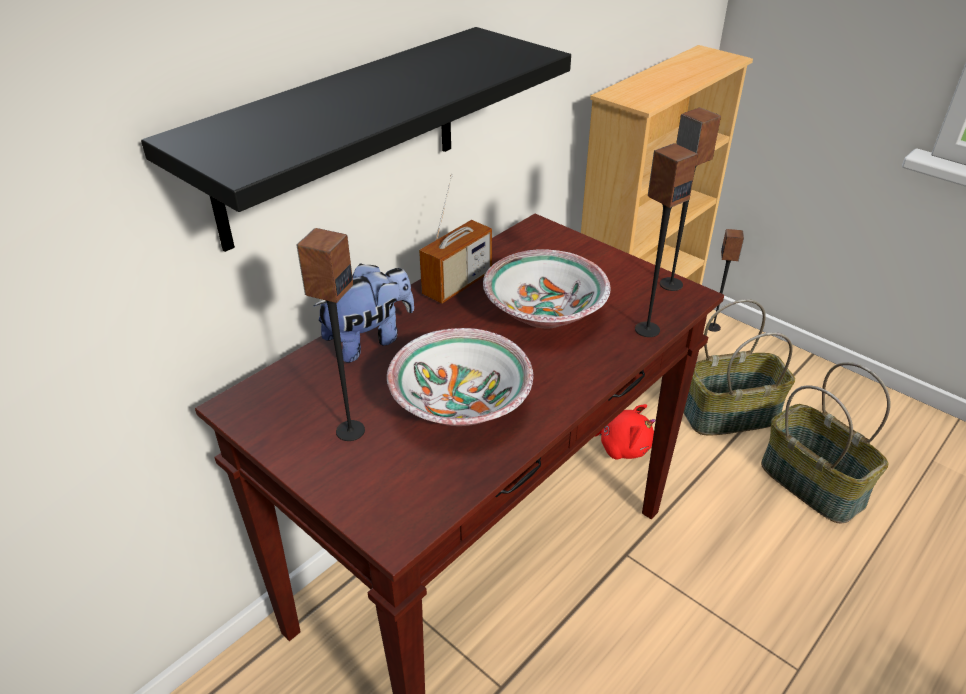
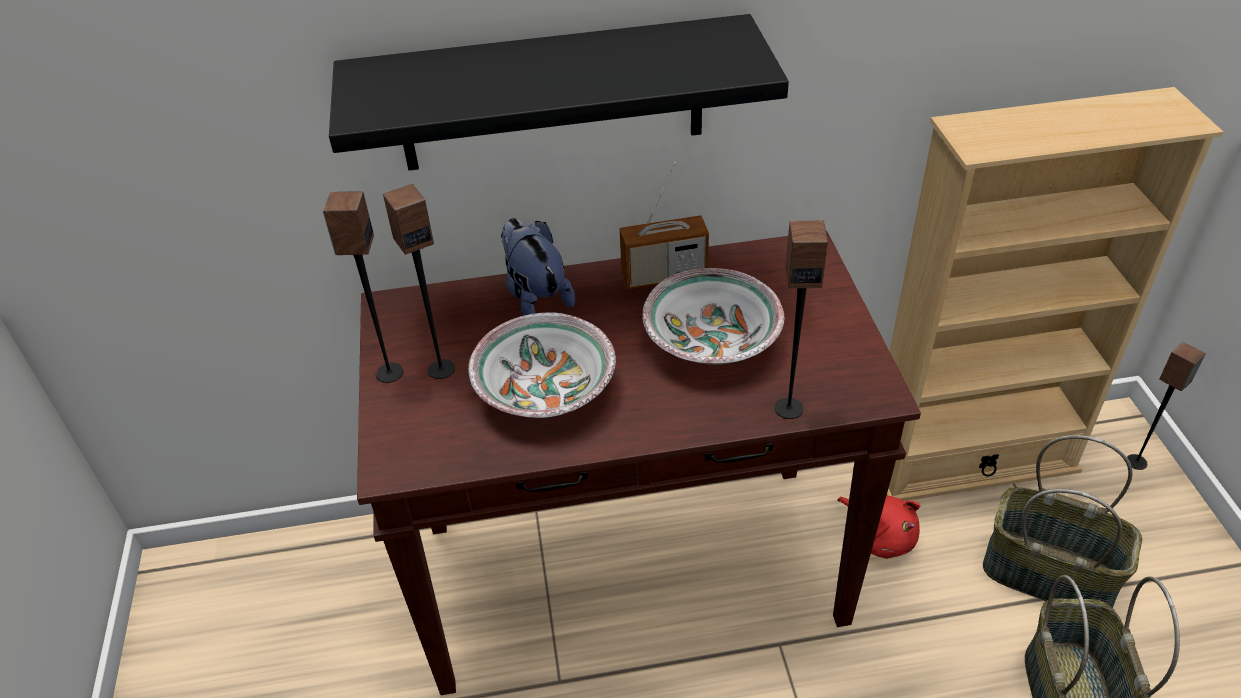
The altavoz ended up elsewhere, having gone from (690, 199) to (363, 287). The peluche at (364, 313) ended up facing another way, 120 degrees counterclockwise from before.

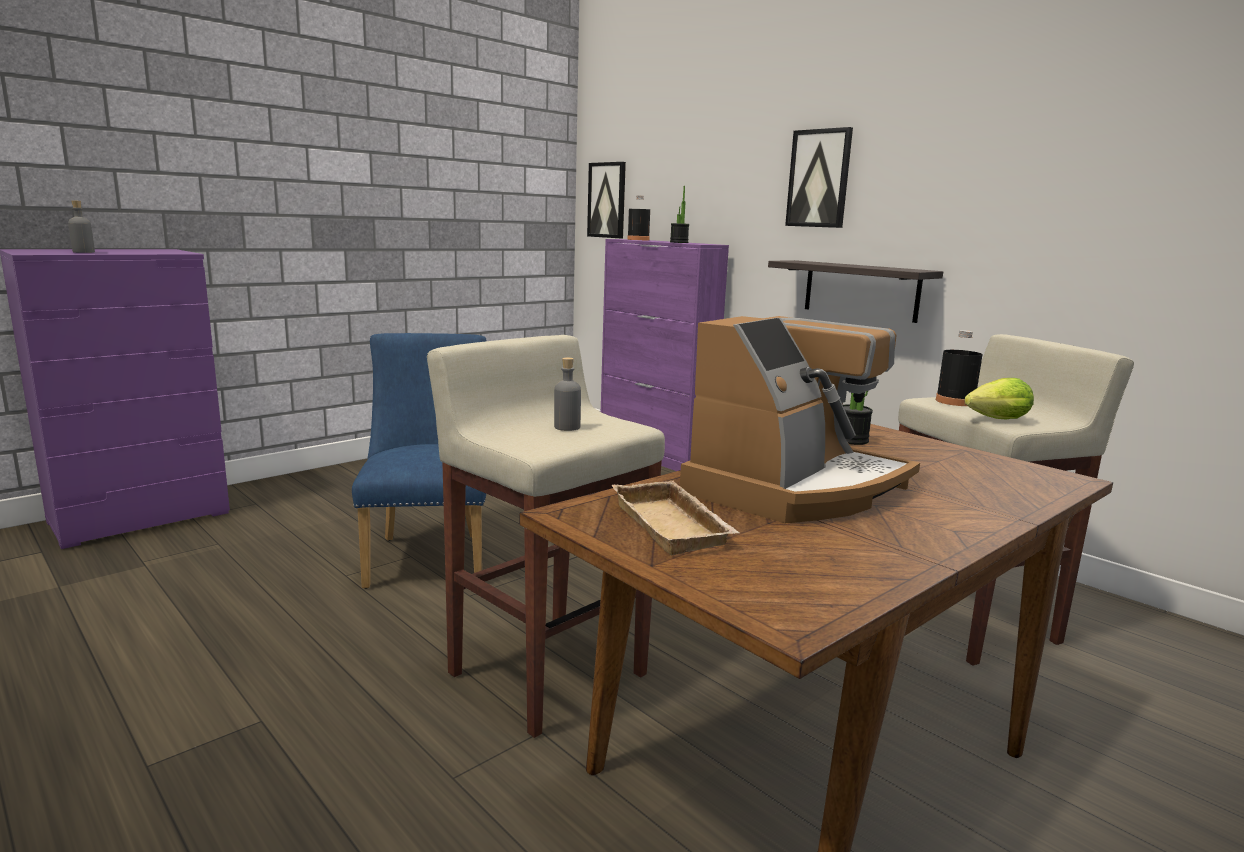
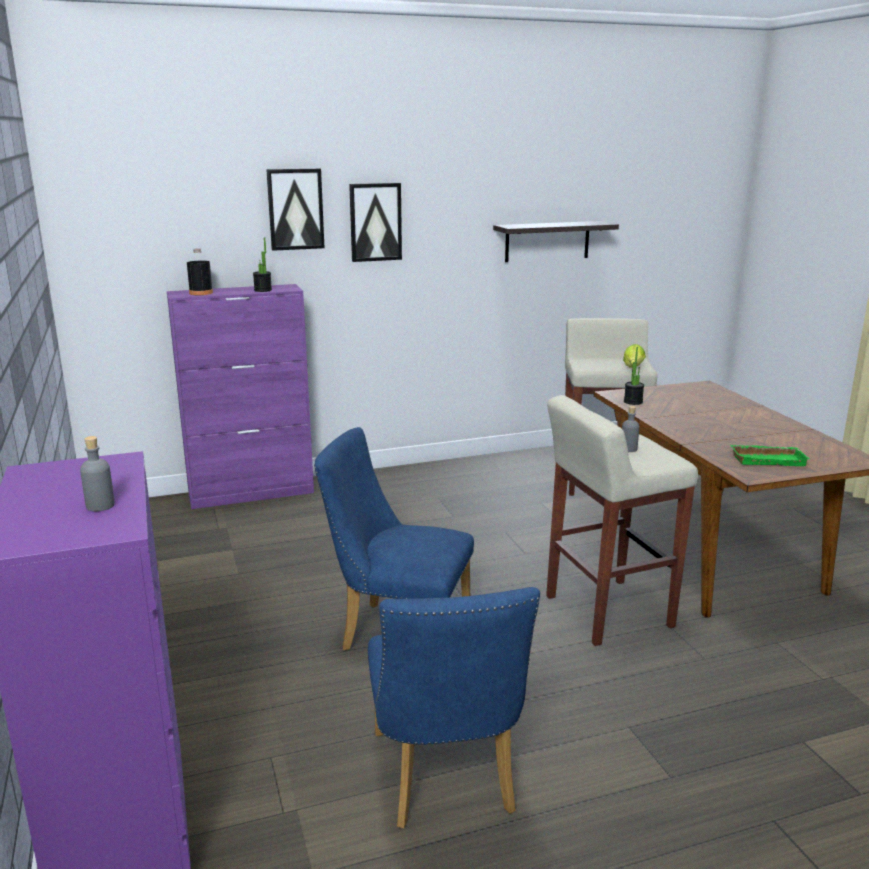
The second view lost the cafetera at (800, 419). The second view lost the botella [negro] at (959, 368). The second view gained the silla [azul] at (454, 707). The cuadro ended up elsewhere, having gone from (606, 200) to (295, 210). The estante ended up elsewhere, having gone from (855, 291) to (556, 241). What was the bandeja [beis] at (676, 518) turned into the bandeja [verde] at (770, 455).

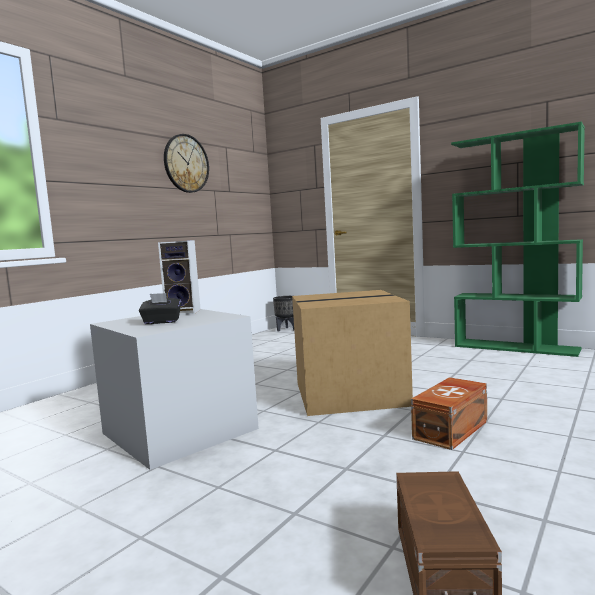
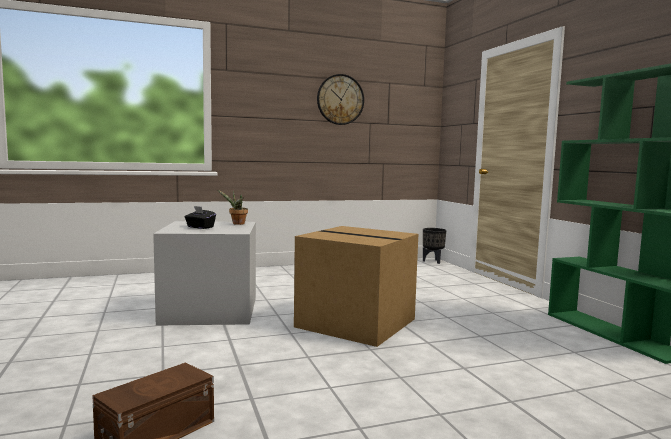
The second view lost the caja de almacenaje [marrón] at (449, 413). Where the altavoz stood at (179, 277), the planta en maceta came to stand at (232, 207).

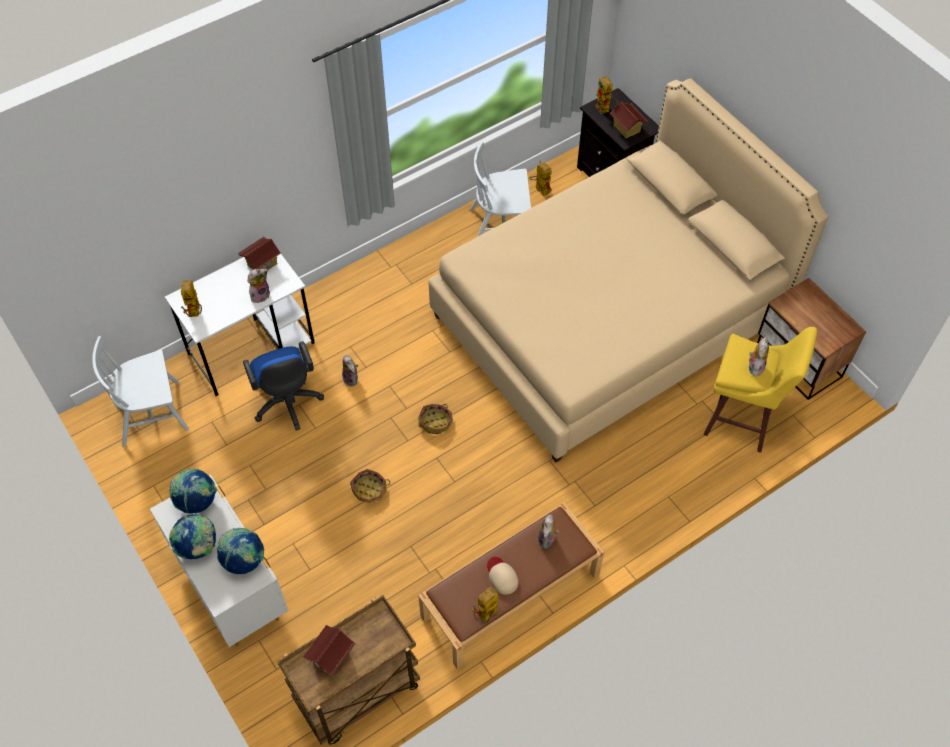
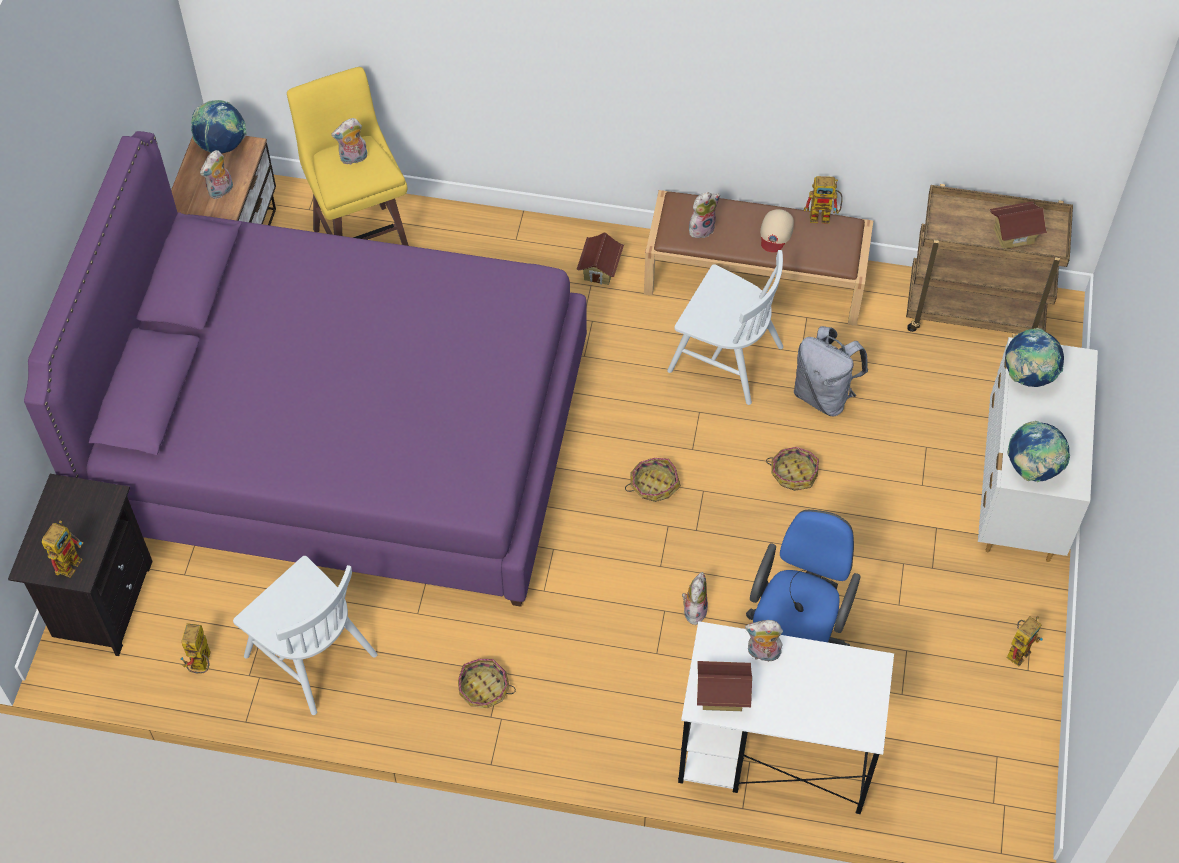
The second view gained the peluche at (216, 174). The second view gained the cesta at (487, 683). The second view gained the mochila [gris] at (831, 371). The silla [blanco] ended up elsewhere, having gone from (140, 391) to (725, 327). The globo terráqueo ended up elsewhere, having gone from (192, 536) to (219, 127). The robot de juguete ended up elsewhere, having gone from (191, 298) to (1025, 641). The casita ended up elsewhere, having gone from (629, 120) to (600, 259). What was the cama [beis] at (628, 270) turned into the cama [morado] at (305, 369).

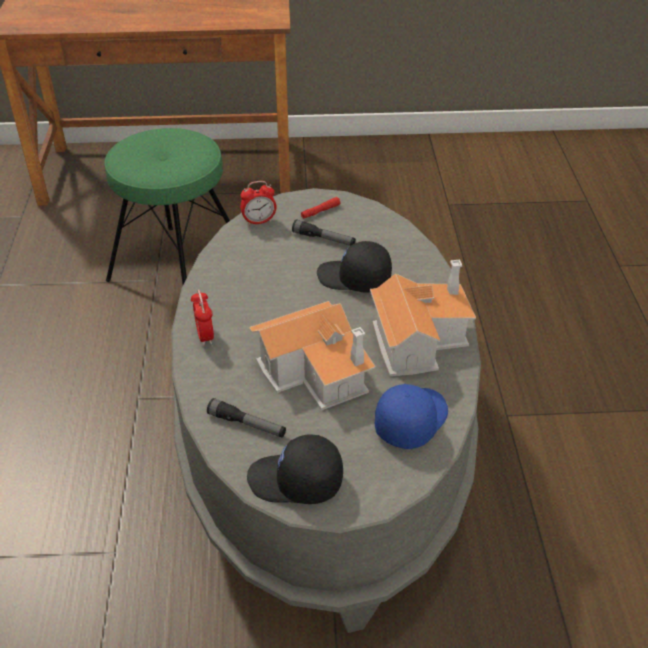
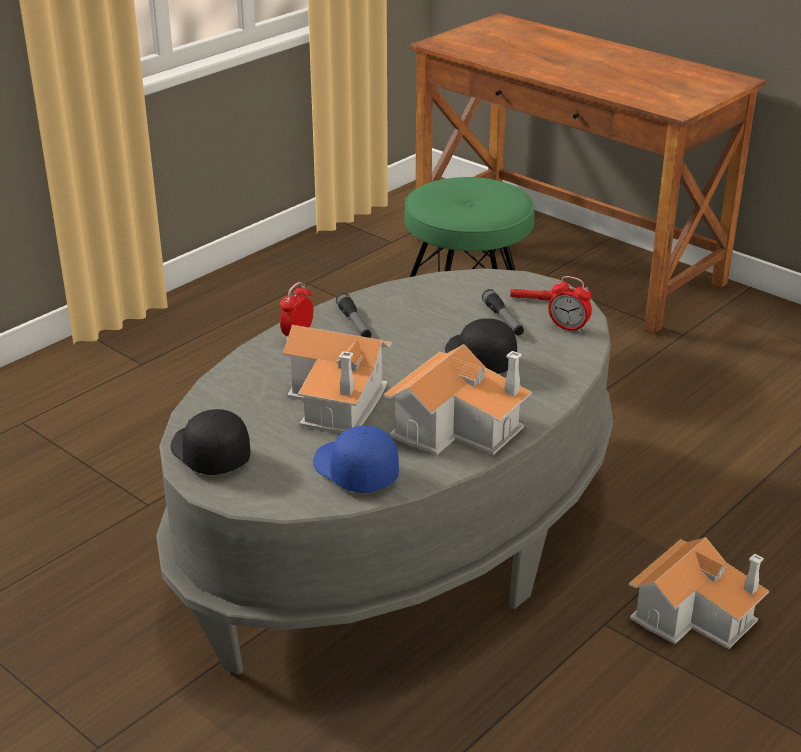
The second view gained the casita at (699, 593). The linterna ended up elsewhere, having gone from (246, 417) to (353, 315). The despertador ended up elsewhere, having gone from (258, 203) to (570, 304). The gorra [azul] at (411, 416) ended up facing another way, 120 degrees counterclockwise from before.

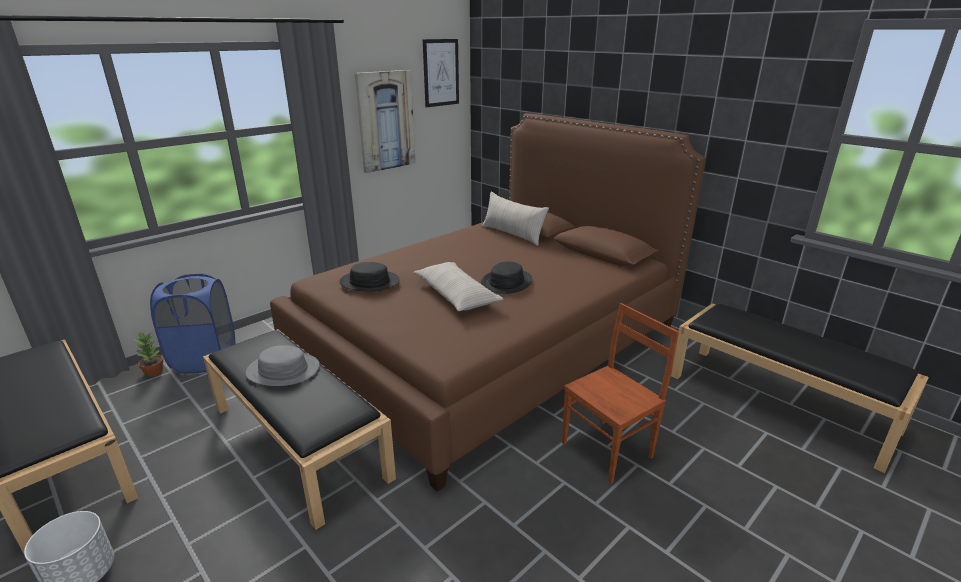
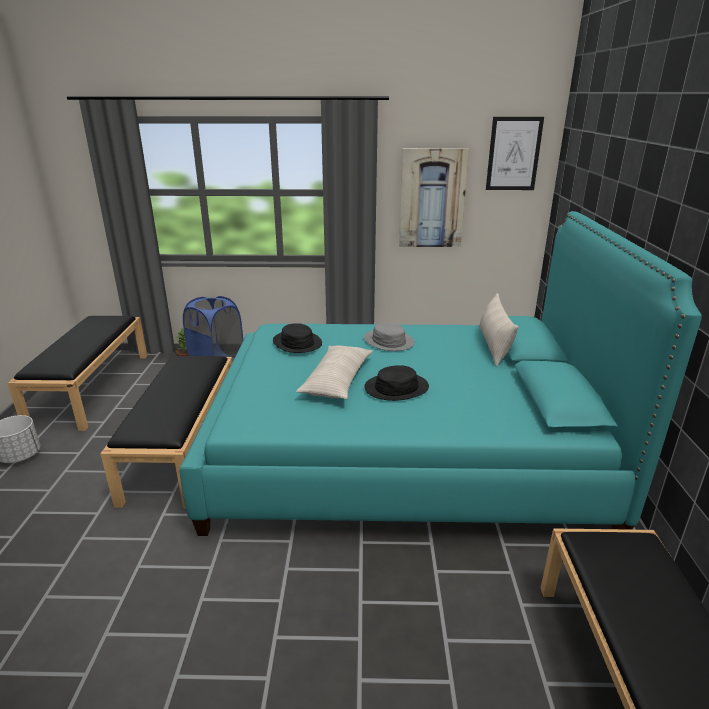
The second view lost the silla [marrón] at (620, 393). The sombrero [gris] ended up elsewhere, having gone from (282, 365) to (389, 336). What was the cama [marrón] at (488, 302) turned into the cama [turquesa] at (440, 373).

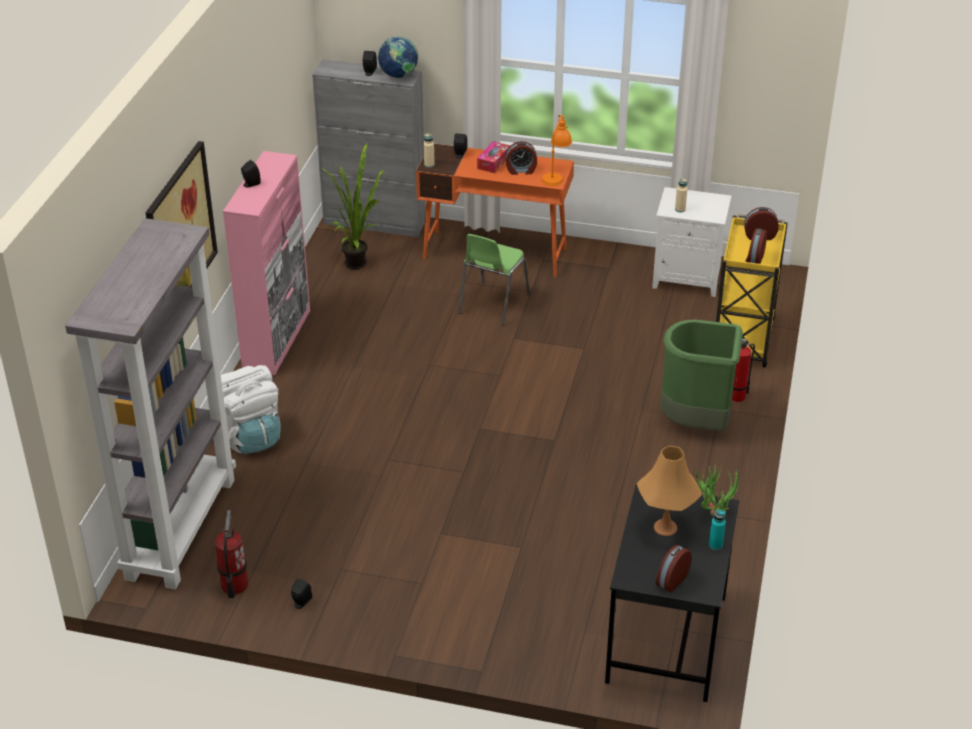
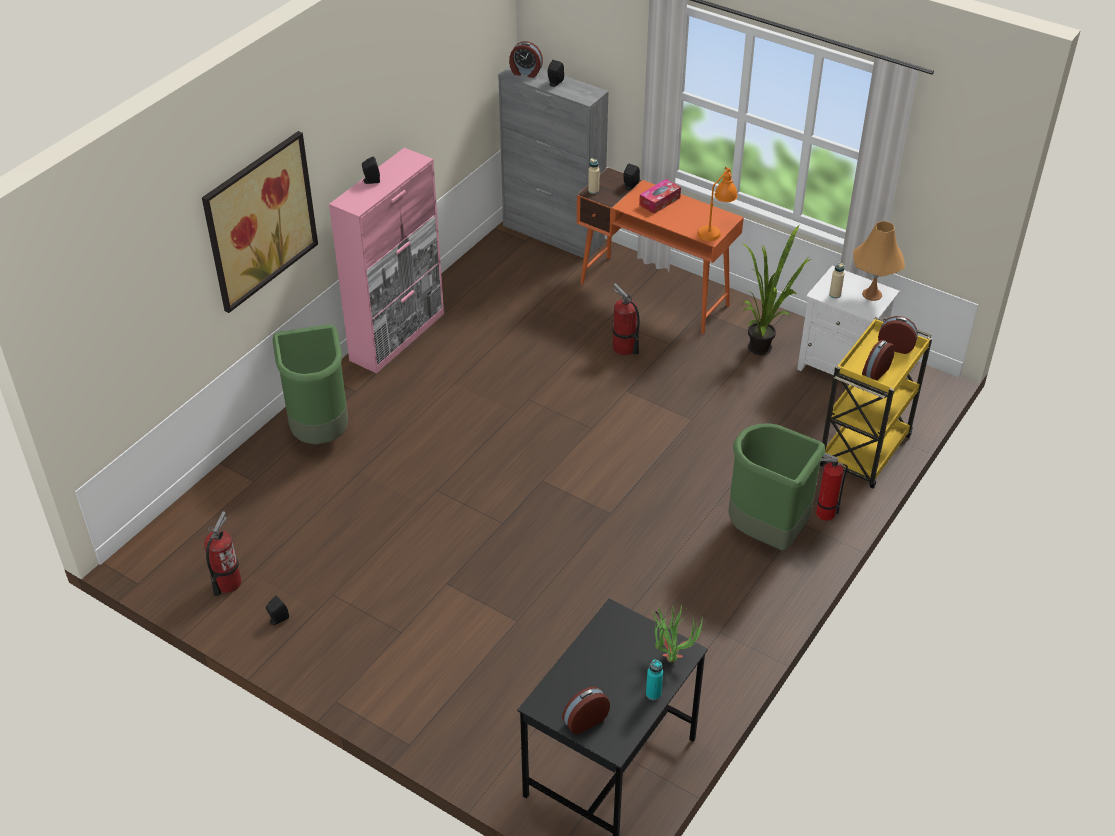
The second view lost the estantería [gris] at (150, 404). The second view lost the globo terráqueo at (398, 57). The planta en maceta ended up elsewhere, having gone from (353, 206) to (776, 290). The despertador ended up elsewhere, having gone from (521, 158) to (526, 59). The lámpara de mesa [naranja] ended up elsewhere, having gone from (669, 491) to (879, 261). Where the mochila [blanco] stood at (251, 409), the papelera [verde] came to stand at (310, 384). Where the silla [verde] stood at (494, 280), the extintor came to stand at (626, 319).

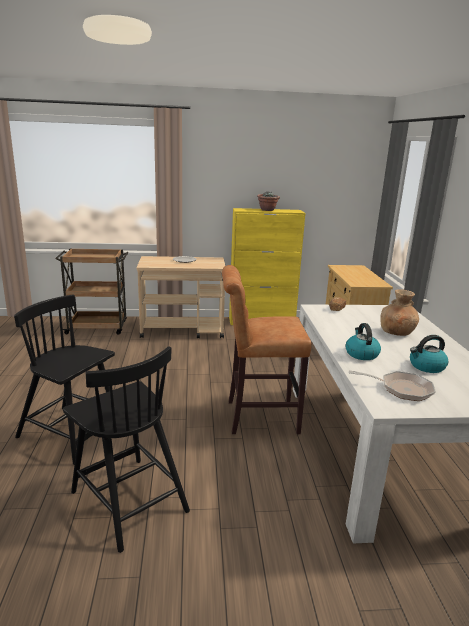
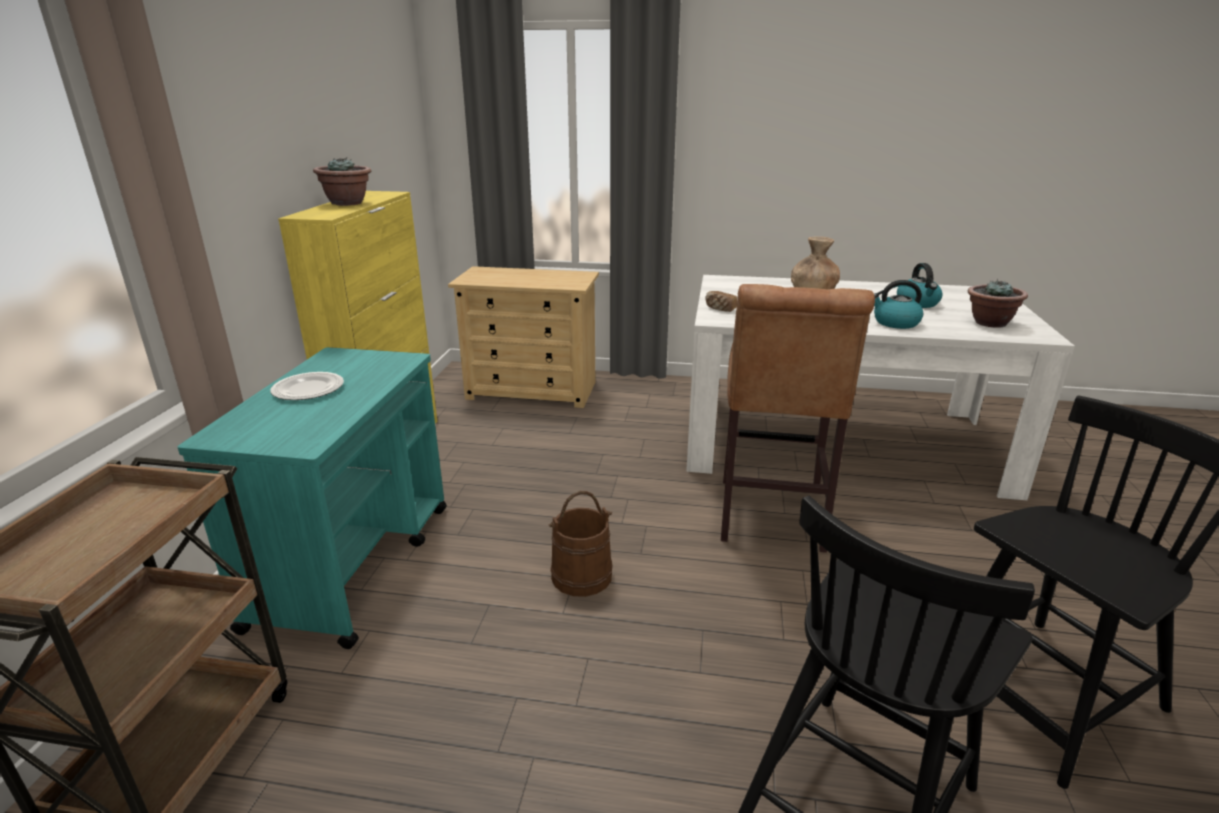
The second view gained the cubo [marrón] at (580, 544). Where the sartén stood at (392, 385), the planta en maceta came to stand at (998, 303). What was the carrito [beis] at (181, 297) turned into the carrito [turquesa] at (312, 498).

